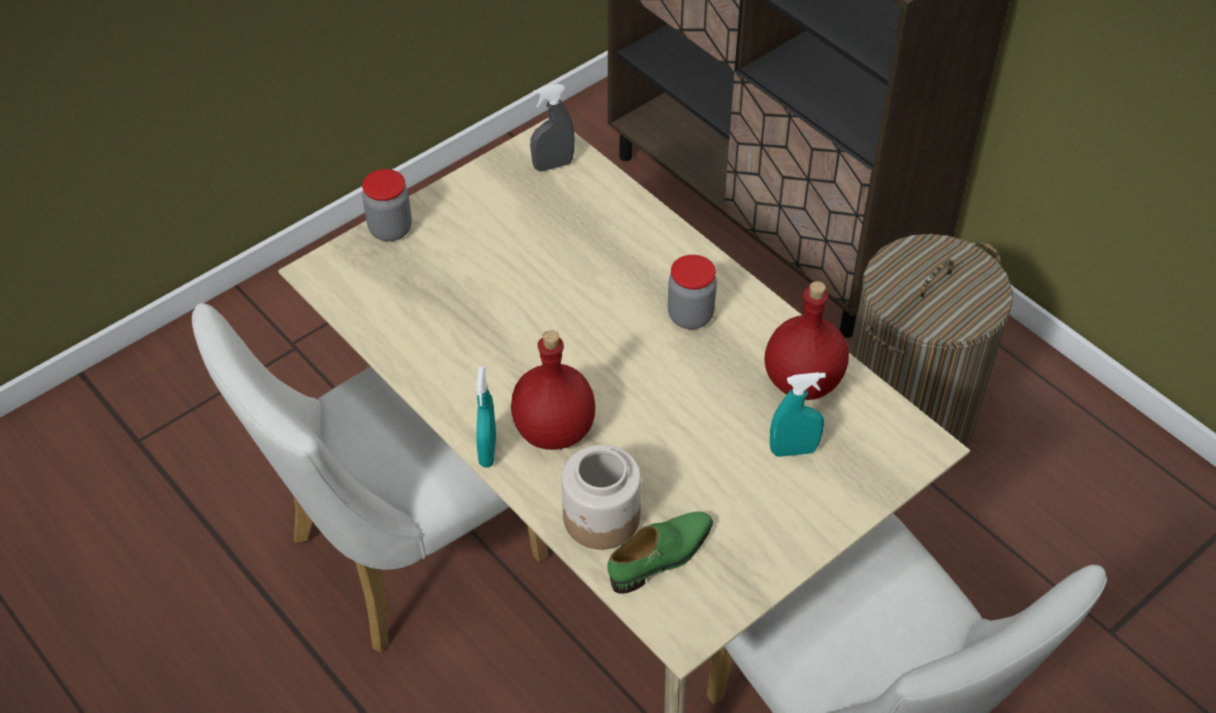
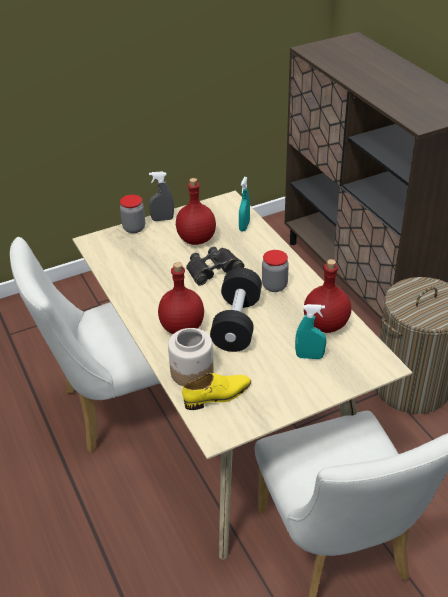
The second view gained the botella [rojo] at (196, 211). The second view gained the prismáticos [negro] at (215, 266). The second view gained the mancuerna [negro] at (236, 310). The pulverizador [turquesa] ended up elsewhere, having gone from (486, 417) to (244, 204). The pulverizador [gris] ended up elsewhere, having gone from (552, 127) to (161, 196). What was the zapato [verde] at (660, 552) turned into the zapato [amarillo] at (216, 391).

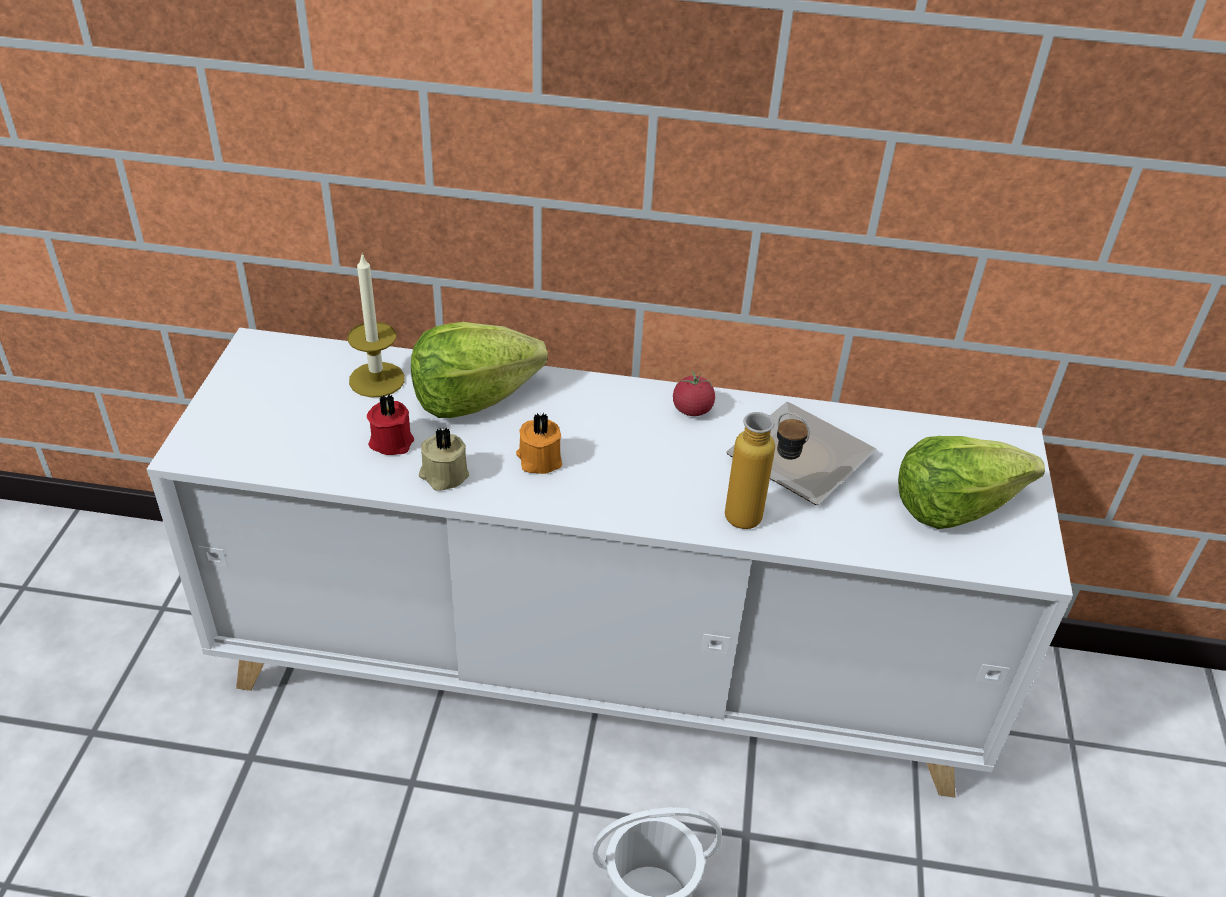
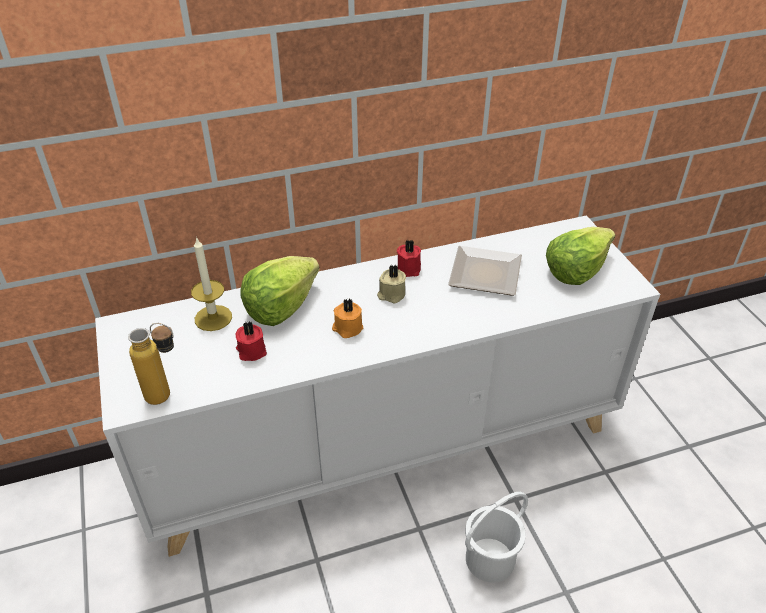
The vela [beis] ended up elsewhere, having gone from (444, 459) to (391, 284). The botella ended up elsewhere, having gone from (767, 470) to (151, 364). Where the tomate stood at (694, 393), the vela [rojo] came to stand at (409, 258).

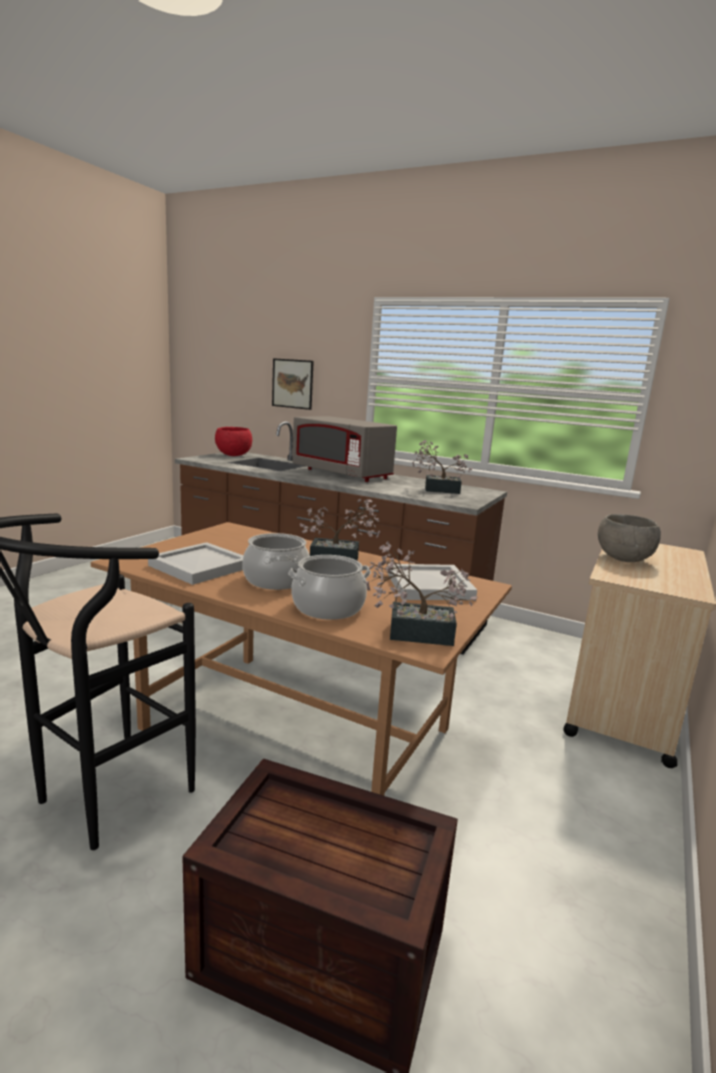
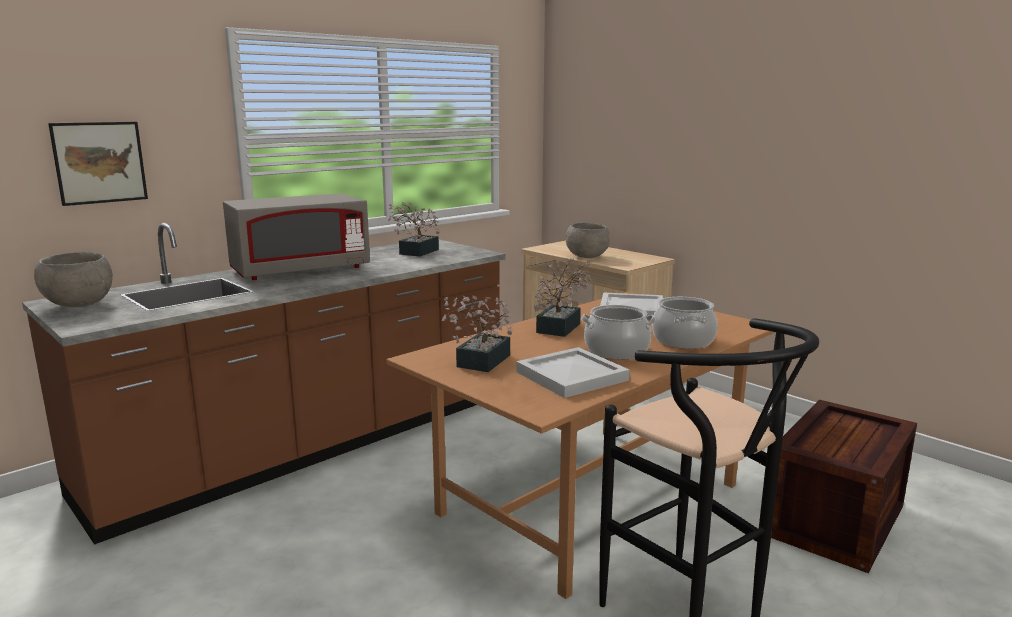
The planta en maceta ended up elsewhere, having gone from (421, 593) to (477, 333). What was the cuenco [rojo] at (233, 441) turned into the cuenco [gris] at (73, 279).

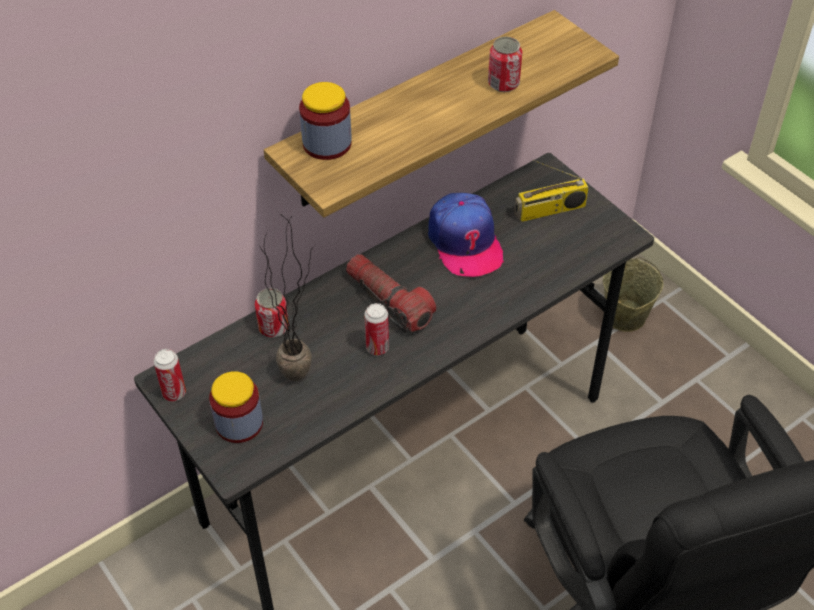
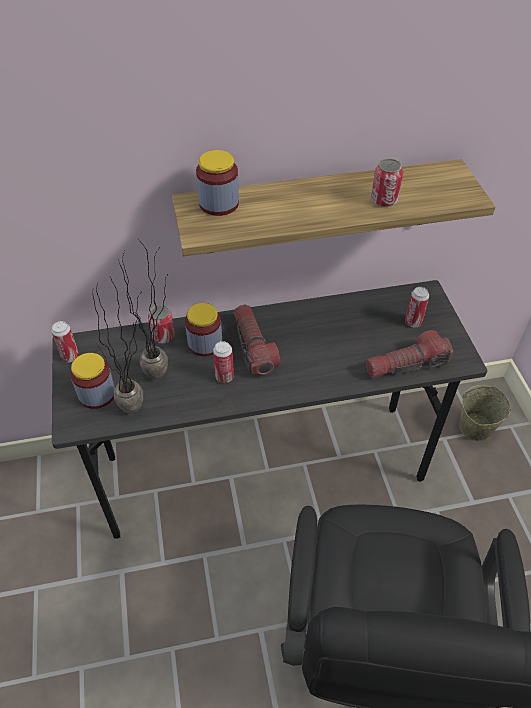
The second view lost the gorra at (466, 235). The second view gained the planta en maceta at (118, 345). The second view gained the tarro at (203, 329). The second view gained the linterna at (409, 354). Where the radio stood at (551, 191), the lata came to stand at (417, 307).

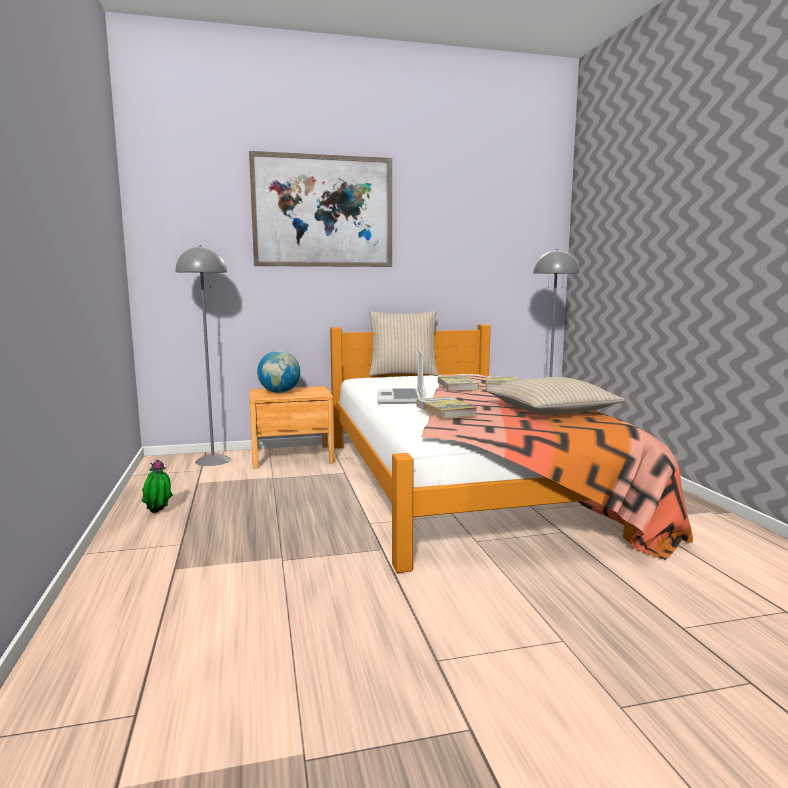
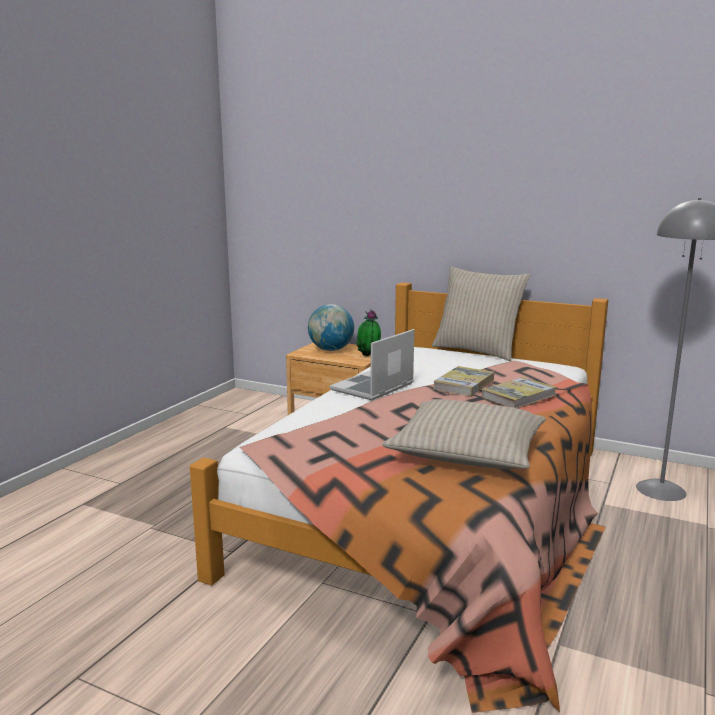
The second view lost the lámpara de pie [gris] at (203, 355). The second view lost the cuadro at (320, 209). The second view lost the libro at (447, 407). The planta en maceta ended up elsewhere, having gone from (157, 486) to (368, 333).

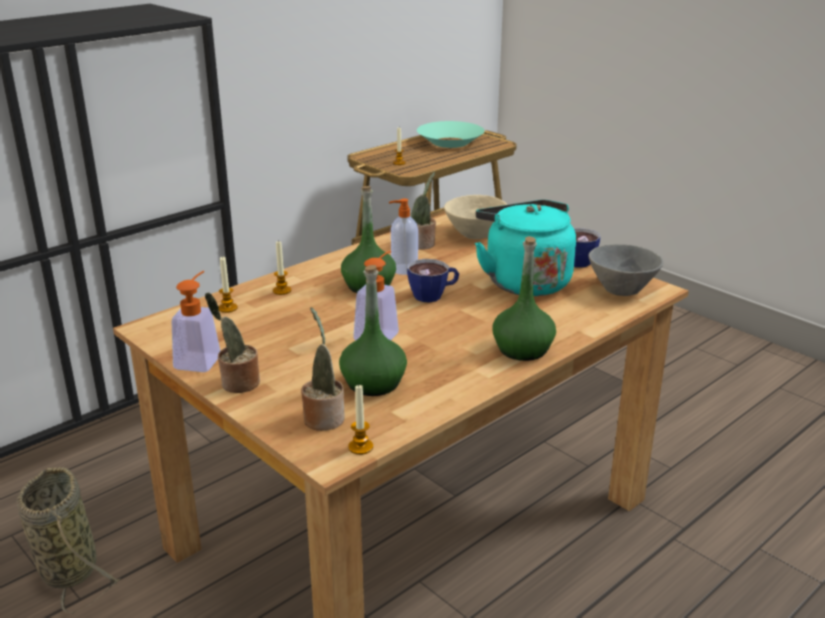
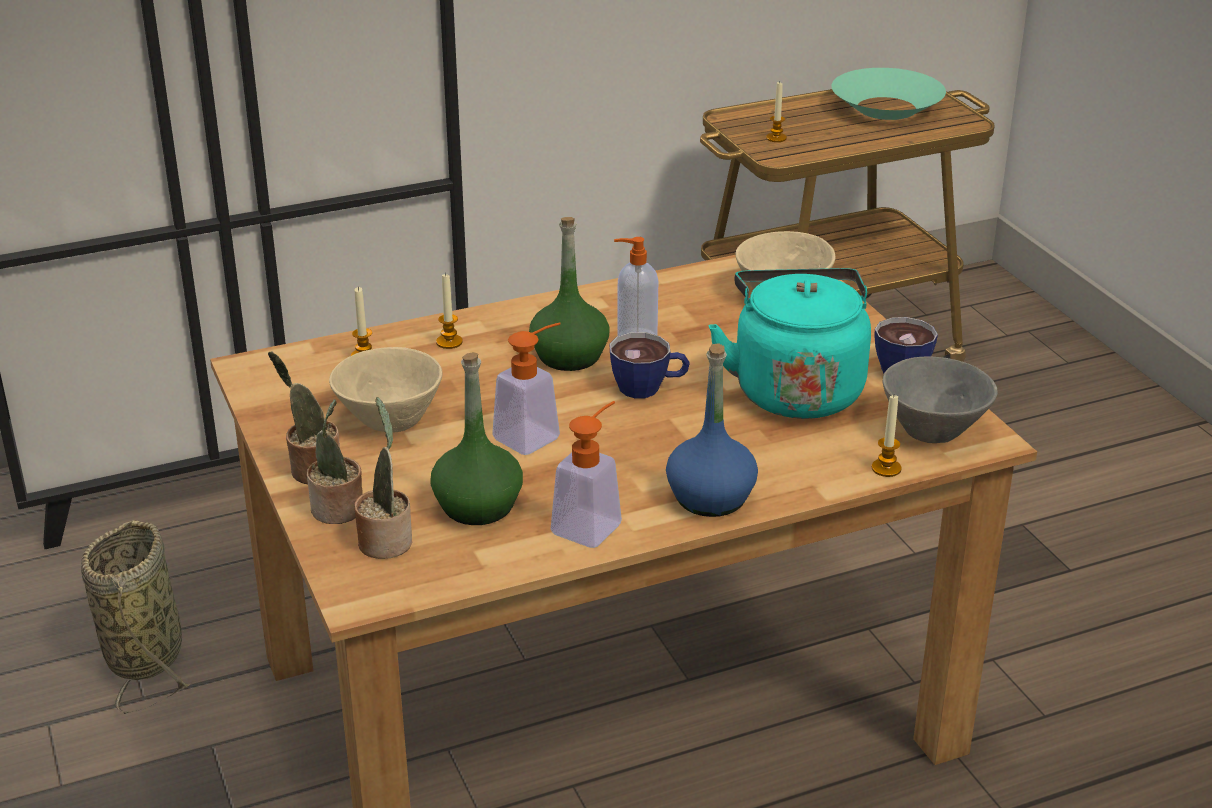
The second view gained the cuenco [beis] at (385, 390). The dispensador de jabón ended up elsewhere, having gone from (196, 321) to (586, 474). The vela ended up elsewhere, having gone from (360, 420) to (887, 436). The planta en maceta ended up elsewhere, having gone from (423, 211) to (335, 461). What was the botella [verde] at (524, 298) turned into the botella [azul] at (712, 430).

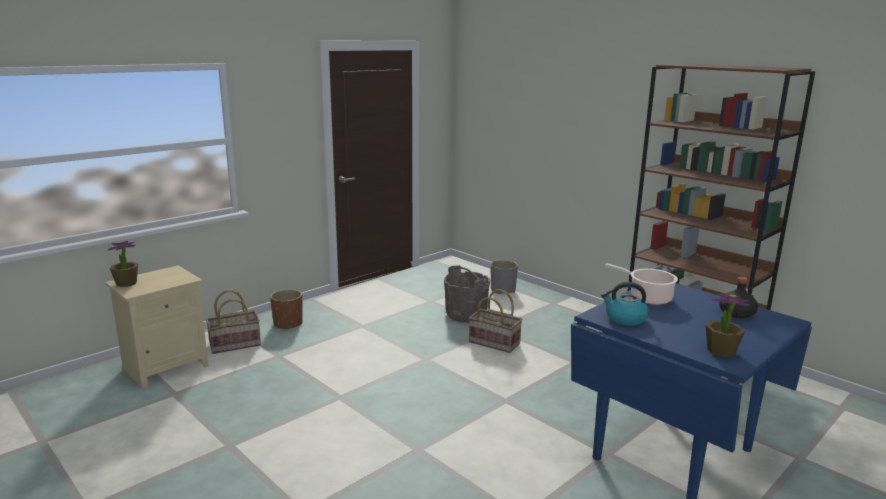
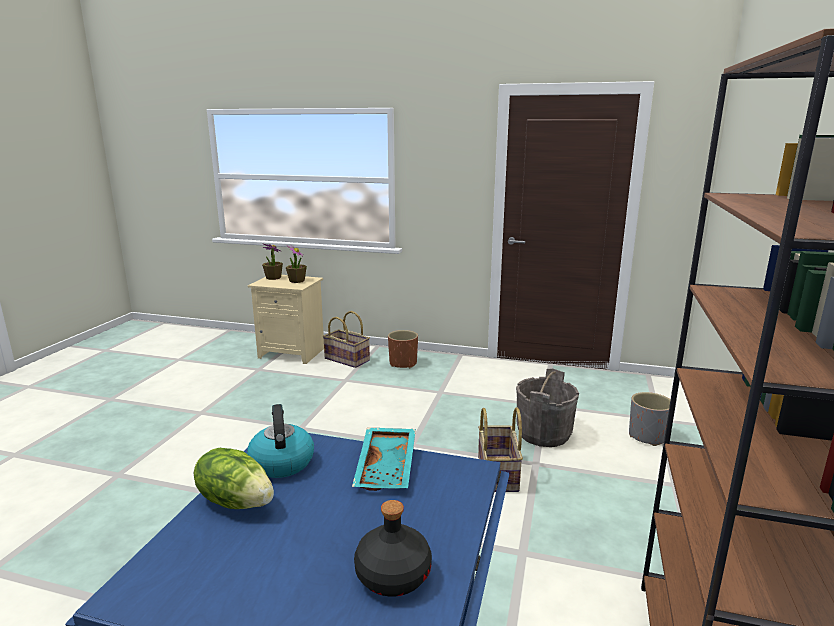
The second view gained the lechuga at (234, 478). The planta en maceta ended up elsewhere, having gone from (728, 325) to (296, 264). Where the olla stood at (641, 284), the bandeja [turquesa] came to stand at (384, 459).

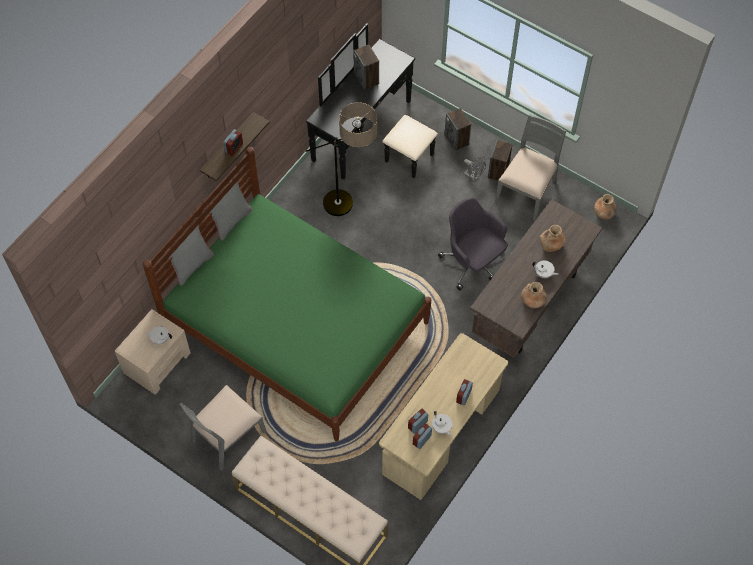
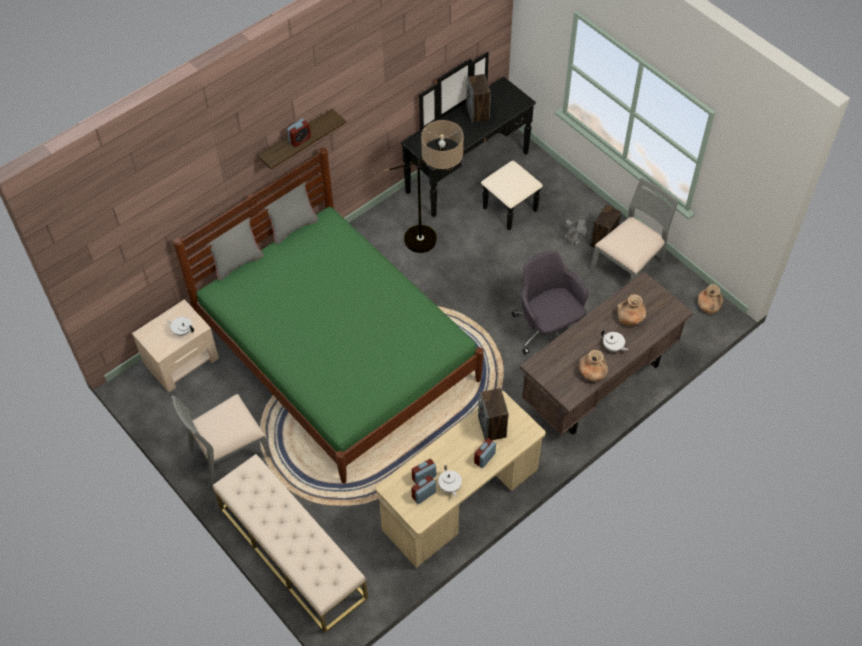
The altavoz ended up elsewhere, having gone from (457, 129) to (493, 414).

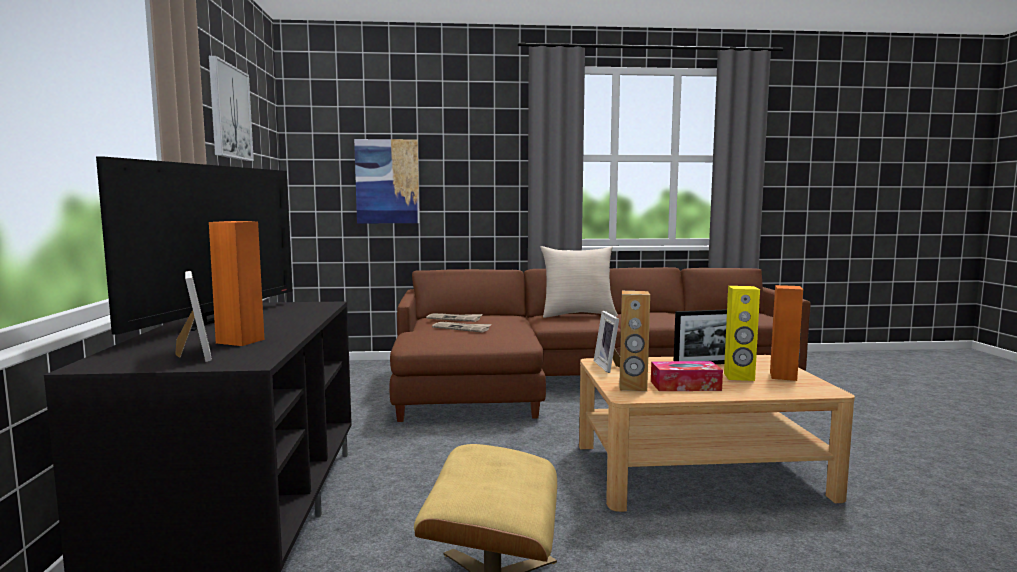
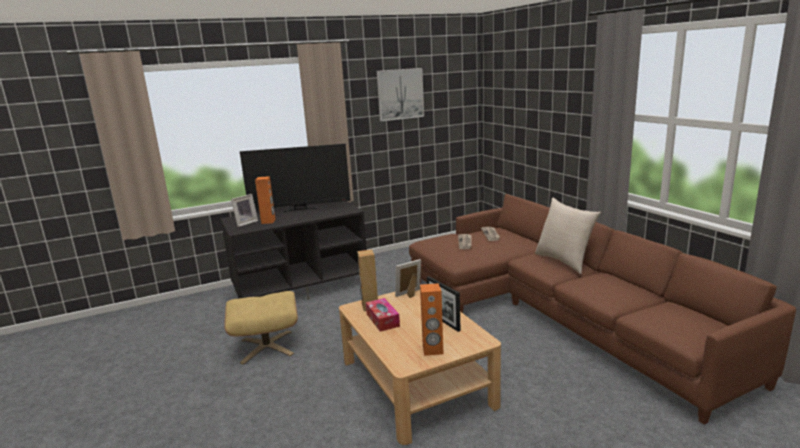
The second view lost the cuadro at (386, 181). The second view lost the altavoz [amarillo] at (742, 333).

